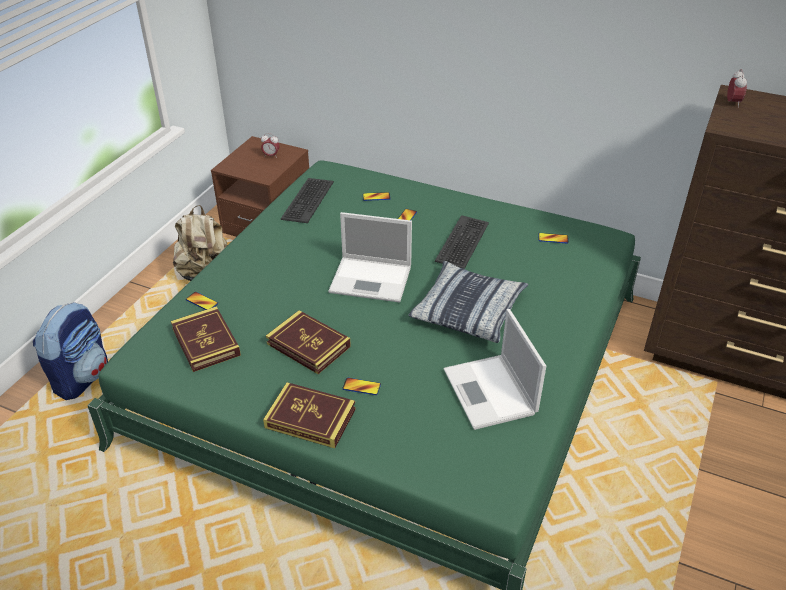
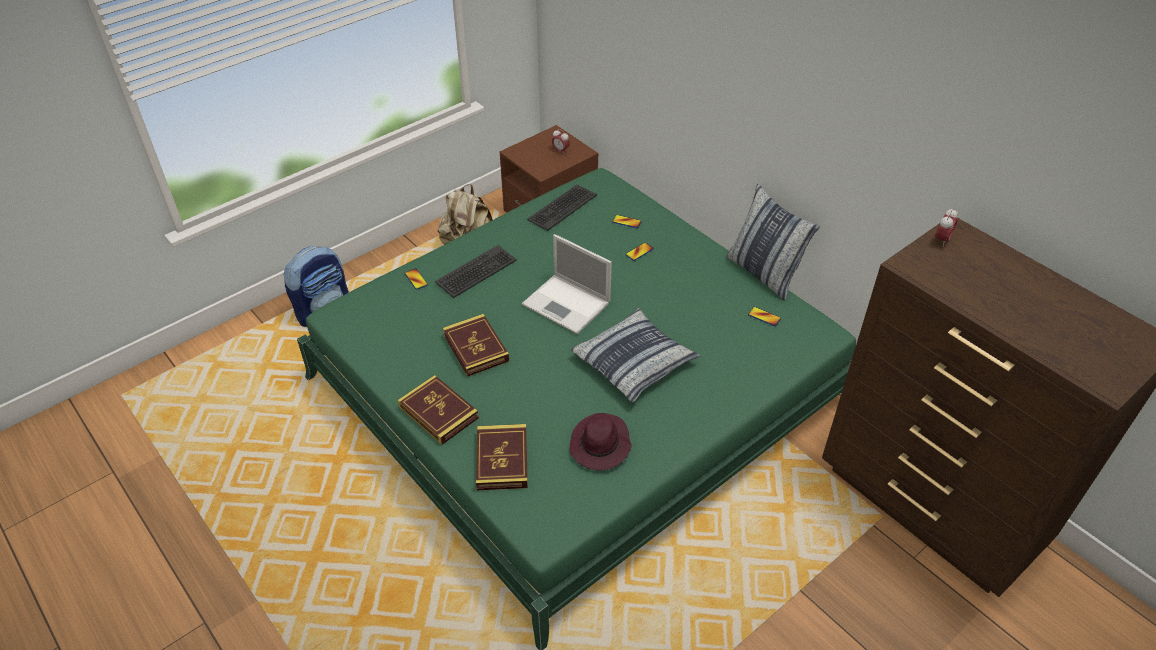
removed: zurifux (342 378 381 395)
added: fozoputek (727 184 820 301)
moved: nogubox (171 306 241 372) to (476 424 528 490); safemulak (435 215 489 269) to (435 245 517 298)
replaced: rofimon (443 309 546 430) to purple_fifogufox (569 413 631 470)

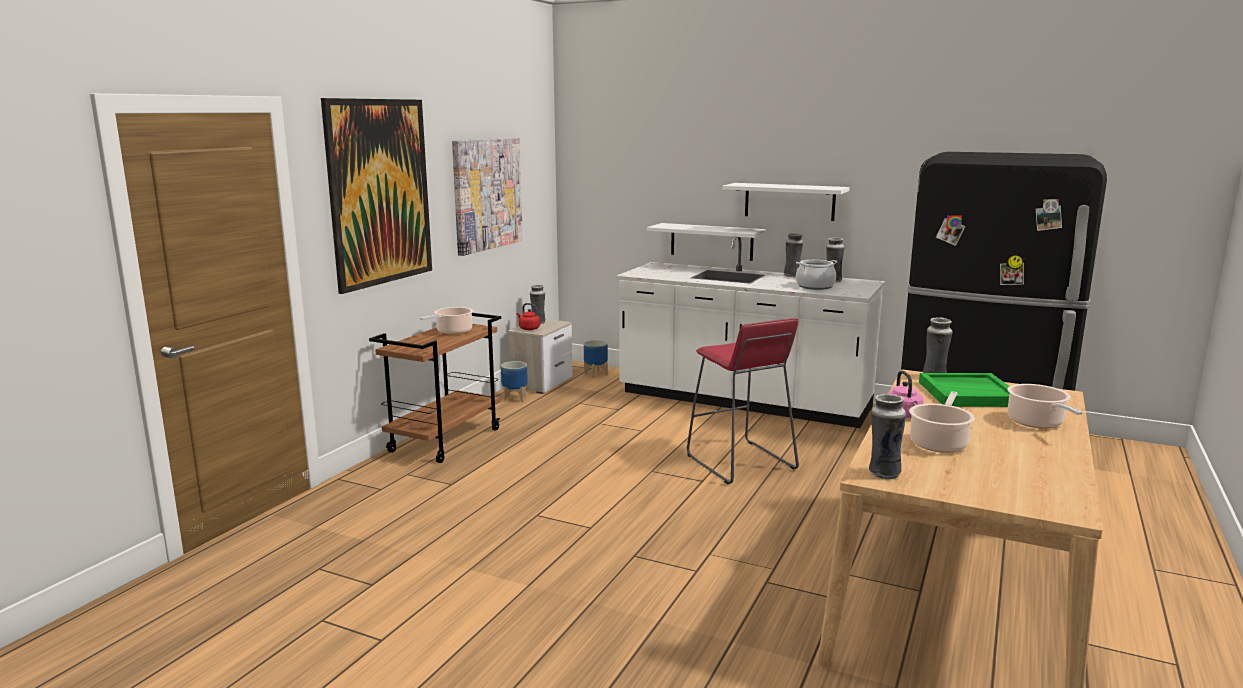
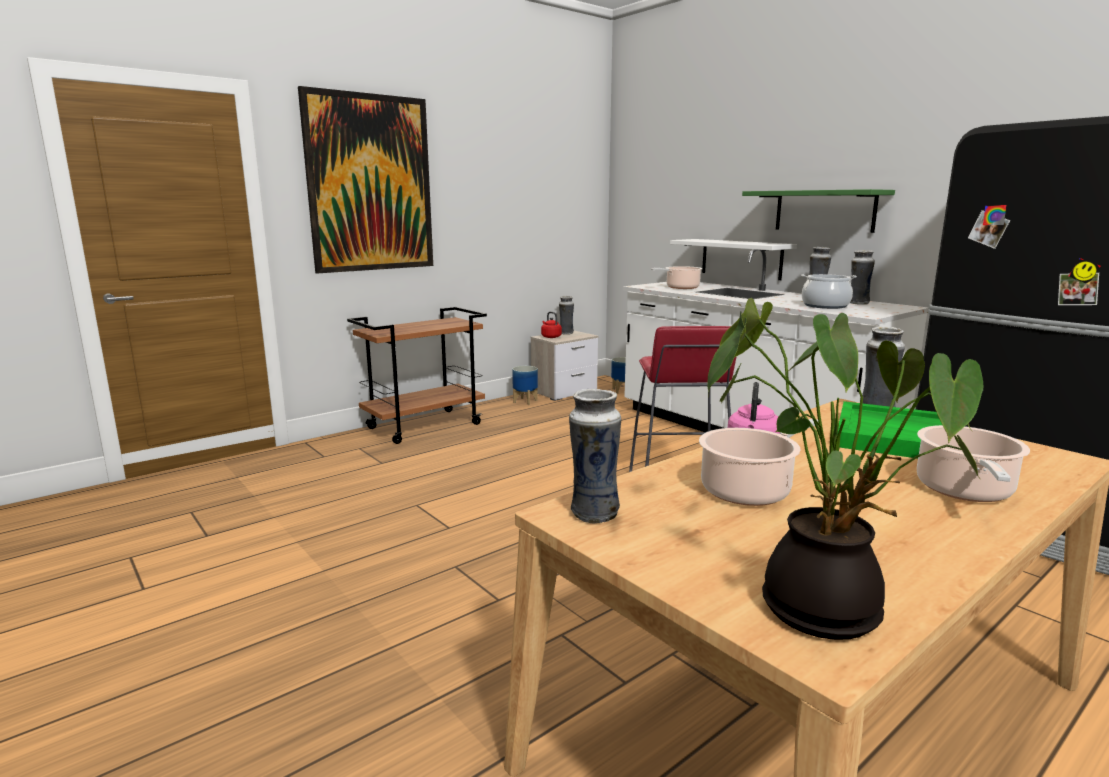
removed: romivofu (452 138 523 256)
added: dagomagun (707 298 983 640)
moved: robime (420 307 473 335) to (651 266 703 289)
recoloured: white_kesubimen (722 183 850 221) to green_kesubimen (742 189 895 233)

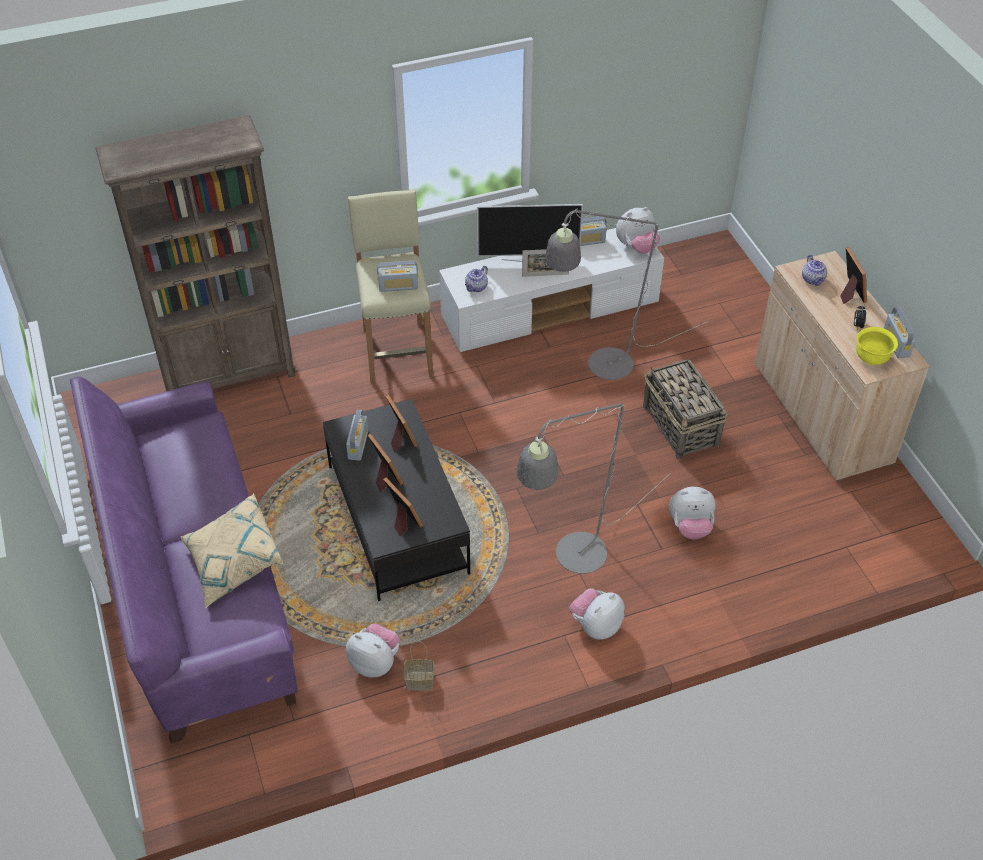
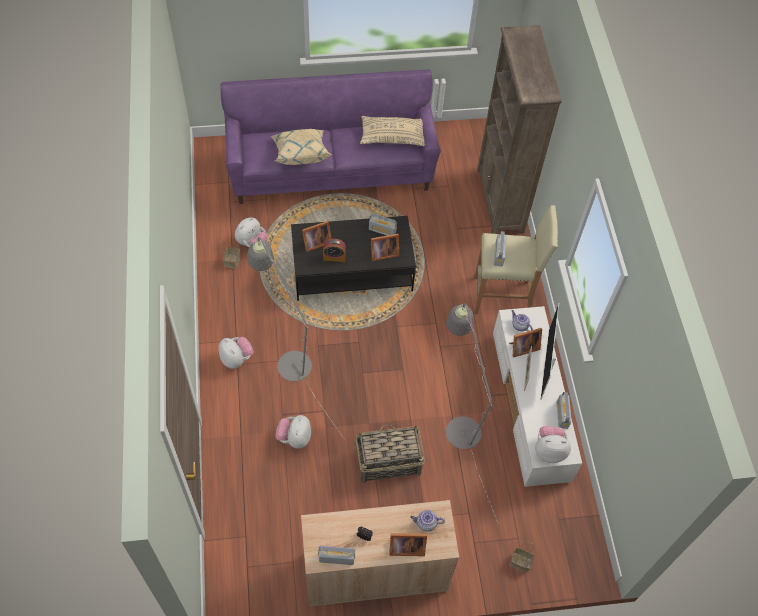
removed: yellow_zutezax (856 327 898 365)
added: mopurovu (323 239 346 262); beige_fozoputek (360 116 425 146); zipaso (510 541 534 572)
moved: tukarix (368 433 404 492) to (509 328 542 358)
turned: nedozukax (616 207 660 254) = (535 426 571 463) 105 degrees clockwise

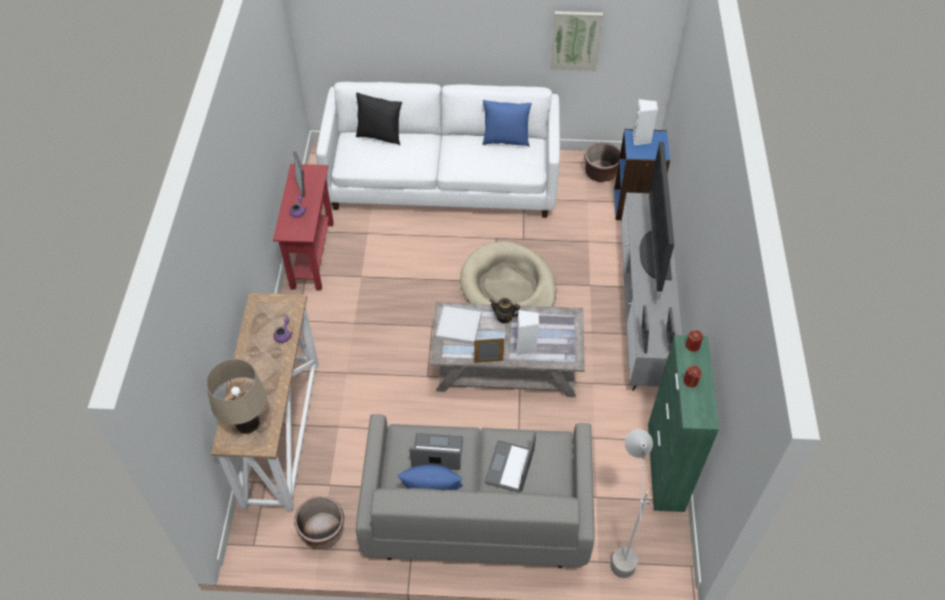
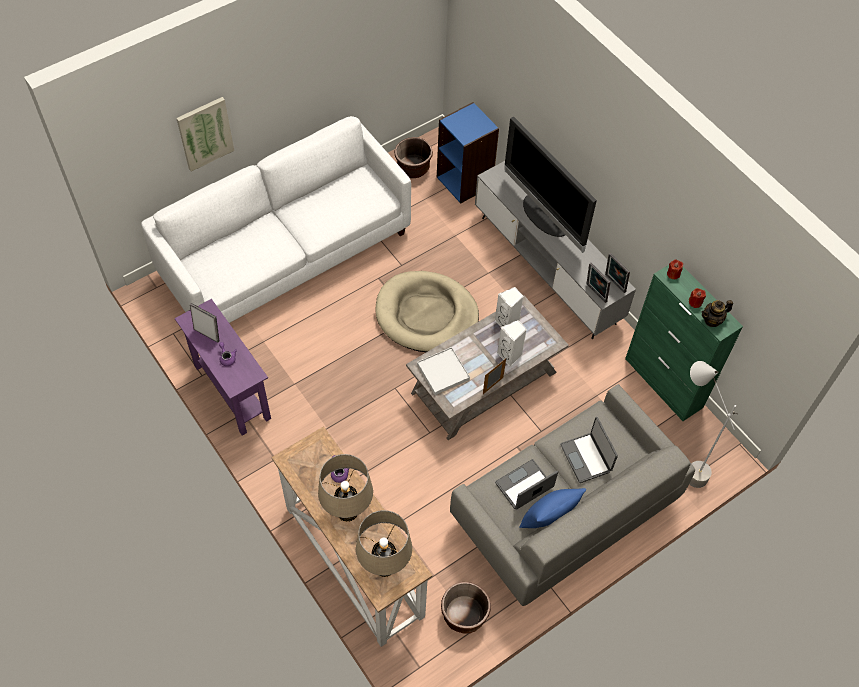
removed: black_fozoputek (356 92 402 145); blue_fozoputek (483 100 532 147)
added: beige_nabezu (318 454 373 522)
moved: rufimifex (490 298 520 323) to (702 300 733 327); romivofu (550 11 603 71) to (176 97 234 171); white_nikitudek (633 99 658 145) to (495 287 524 327)
recoloured: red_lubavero (273 164 334 291) to purple_lubavero (175 299 271 436)

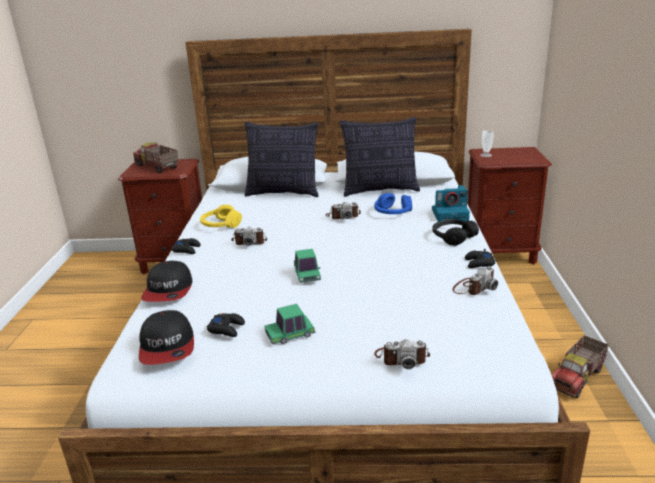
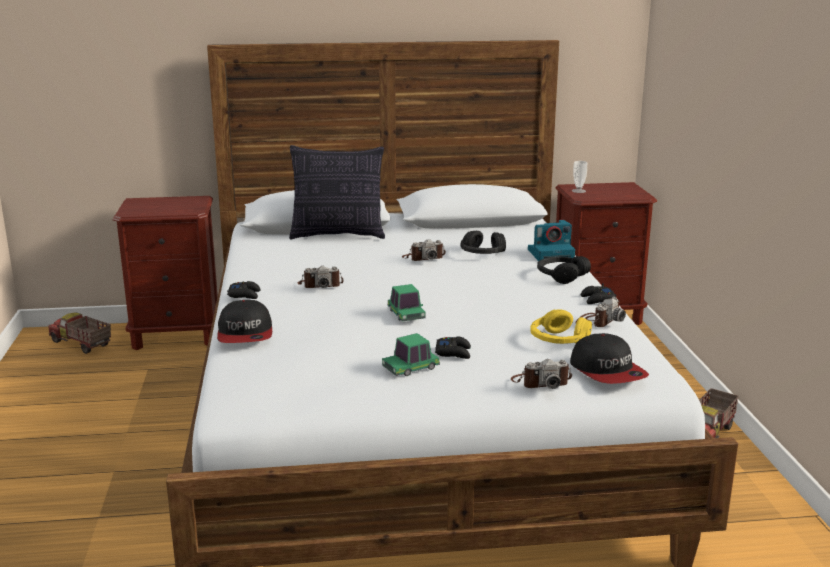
removed: fozoputek (340 117 420 196)
moved: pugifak (133 142 178 173) to (48 312 111 354); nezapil (139 310 194 365) to (570 333 649 384); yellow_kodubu (200 205 242 228) to (530 309 592 344); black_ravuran (207 313 245 337) to (435 336 471 359)
recoloured: blue_kodubu (374 193 412 214) to black_kodubu (461 231 506 254)

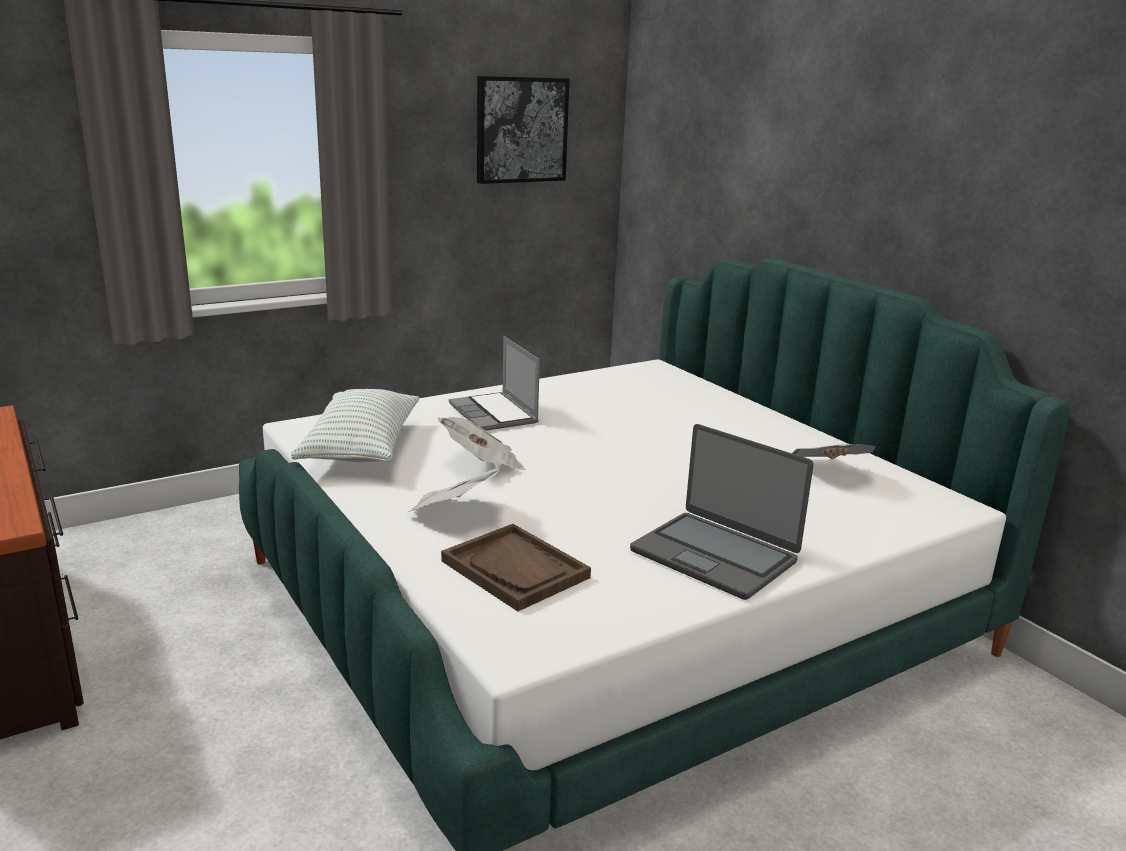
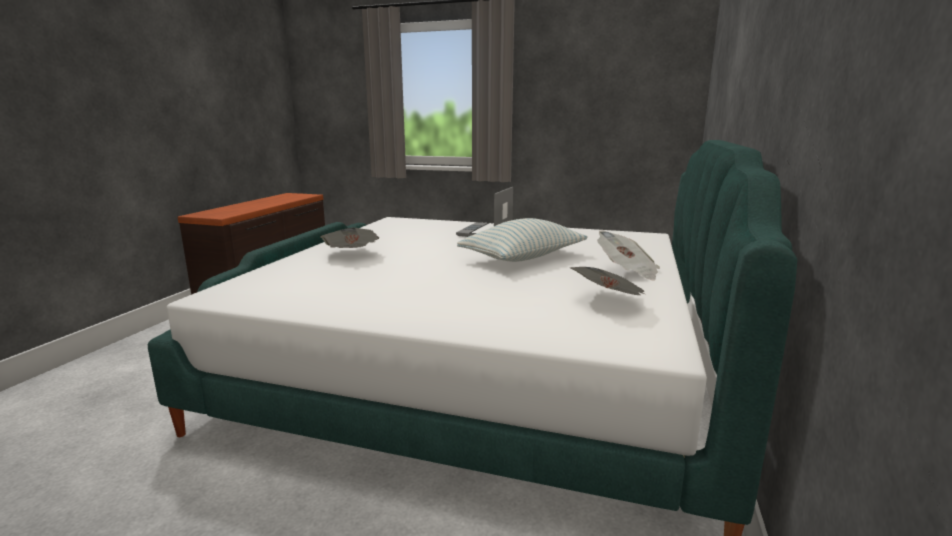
removed: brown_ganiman (441 524 591 611); romivofu (477 76 569 184); rofimon (630 424 814 600)
moved: fozoputek (291 389 420 462) to (457 218 588 262); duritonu (438 417 526 470) to (597 230 660 281)

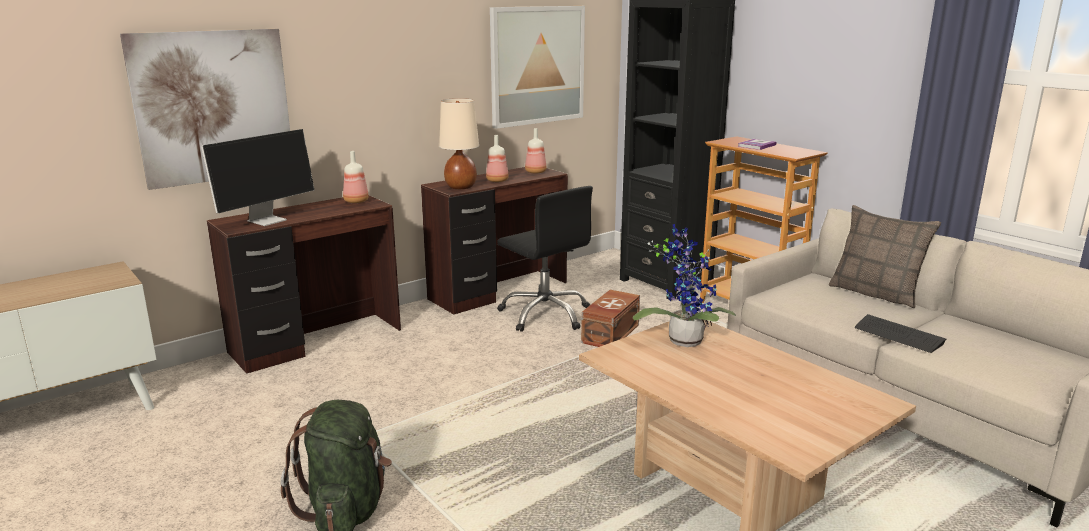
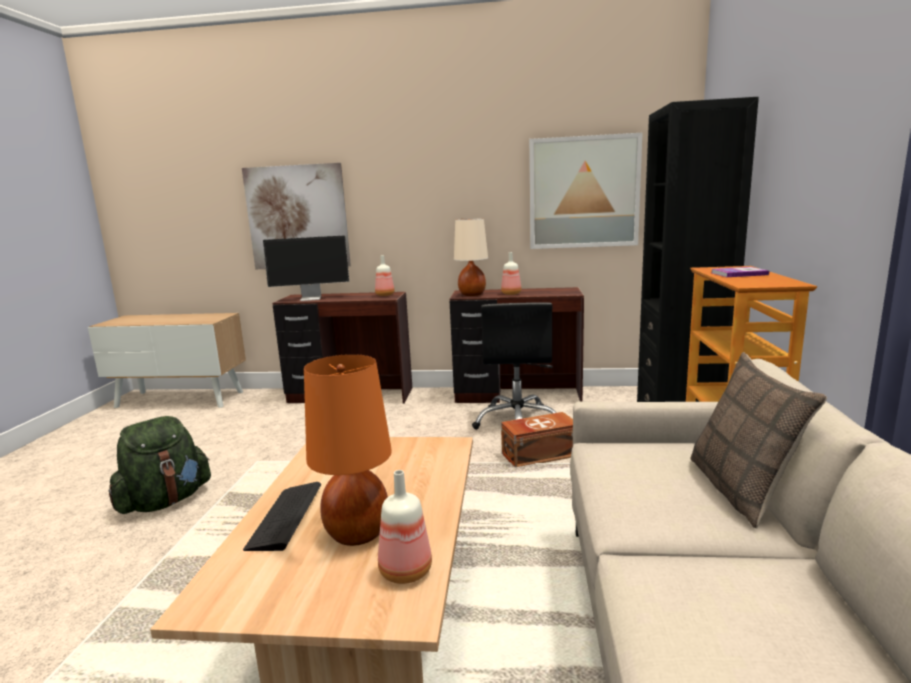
removed: dagomagun (633 224 736 347)
added: orange_nabezu (304 354 392 546)
moved: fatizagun (525 128 546 174) to (378 470 432 584); safemulak (855 314 946 353) to (243 482 321 551)

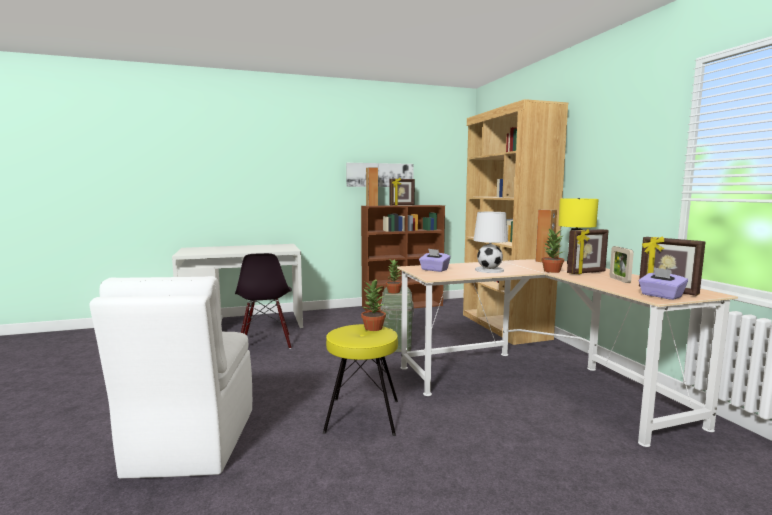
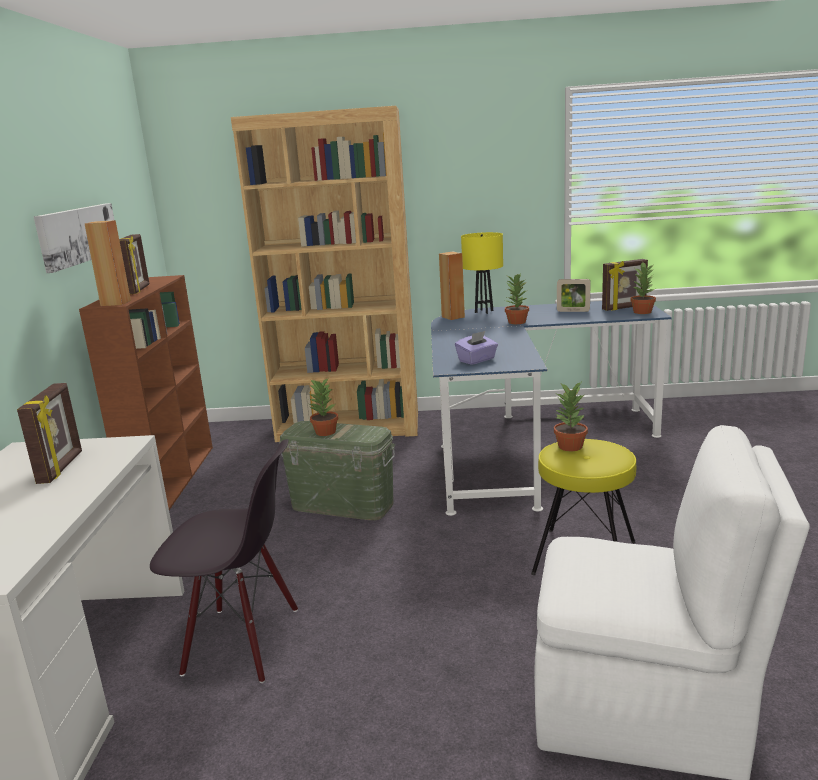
removed: white_nabezu (474 212 508 273)
moved: tukarix (567 229 609 274) to (17 383 82 484)
replaced: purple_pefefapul (639 267 688 300) to dagomagun (630 262 656 314)
recoloured: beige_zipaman (397 260 738 447) to blue_zipaman (431 301 672 516)

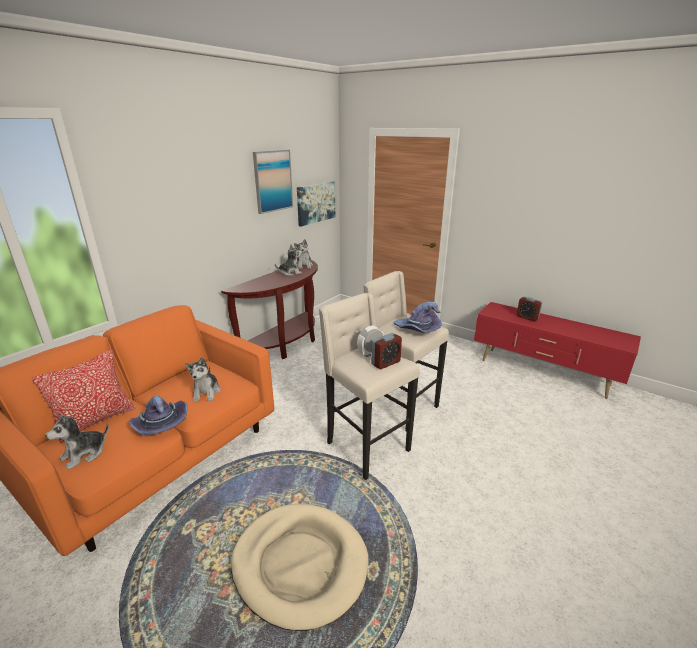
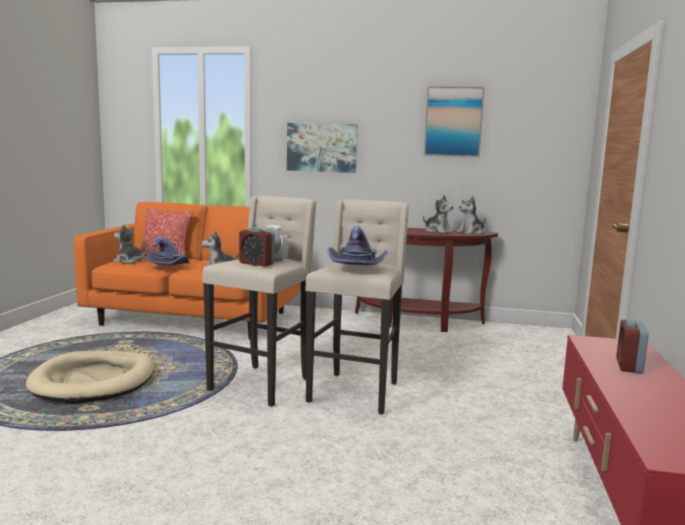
moved: romivofu (297 181 335 226) to (287 123 357 173)

